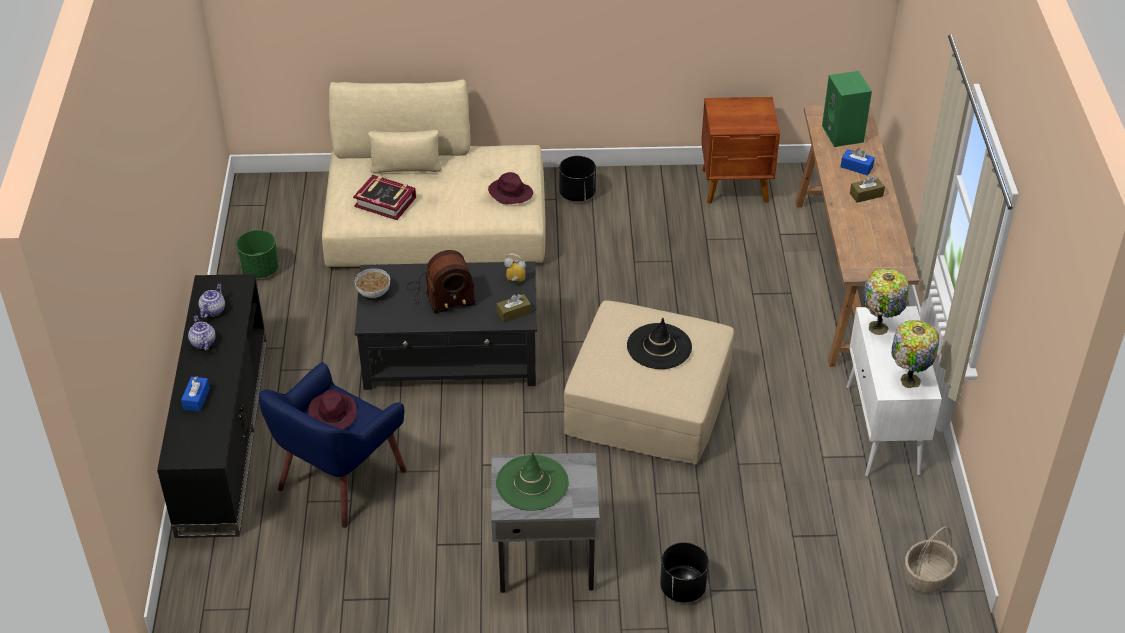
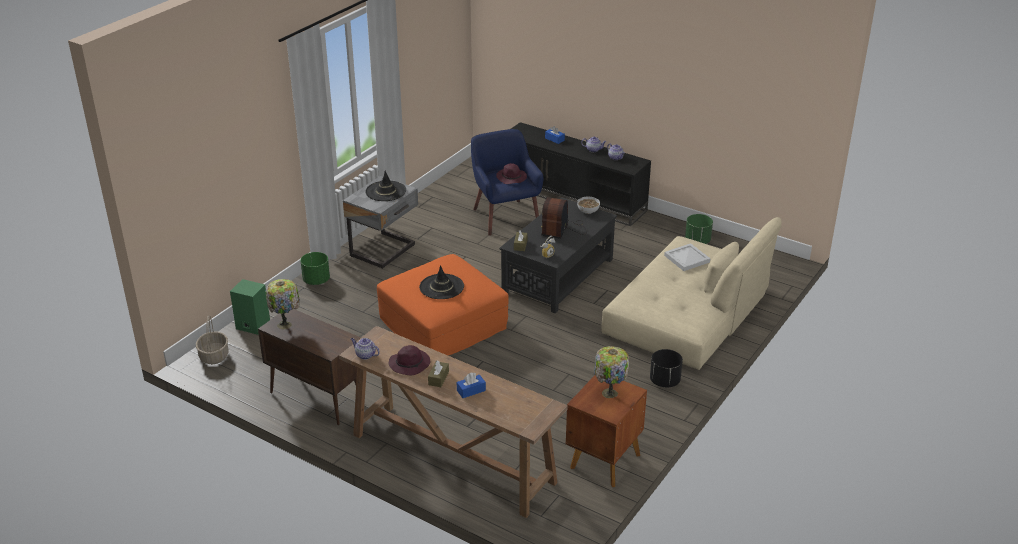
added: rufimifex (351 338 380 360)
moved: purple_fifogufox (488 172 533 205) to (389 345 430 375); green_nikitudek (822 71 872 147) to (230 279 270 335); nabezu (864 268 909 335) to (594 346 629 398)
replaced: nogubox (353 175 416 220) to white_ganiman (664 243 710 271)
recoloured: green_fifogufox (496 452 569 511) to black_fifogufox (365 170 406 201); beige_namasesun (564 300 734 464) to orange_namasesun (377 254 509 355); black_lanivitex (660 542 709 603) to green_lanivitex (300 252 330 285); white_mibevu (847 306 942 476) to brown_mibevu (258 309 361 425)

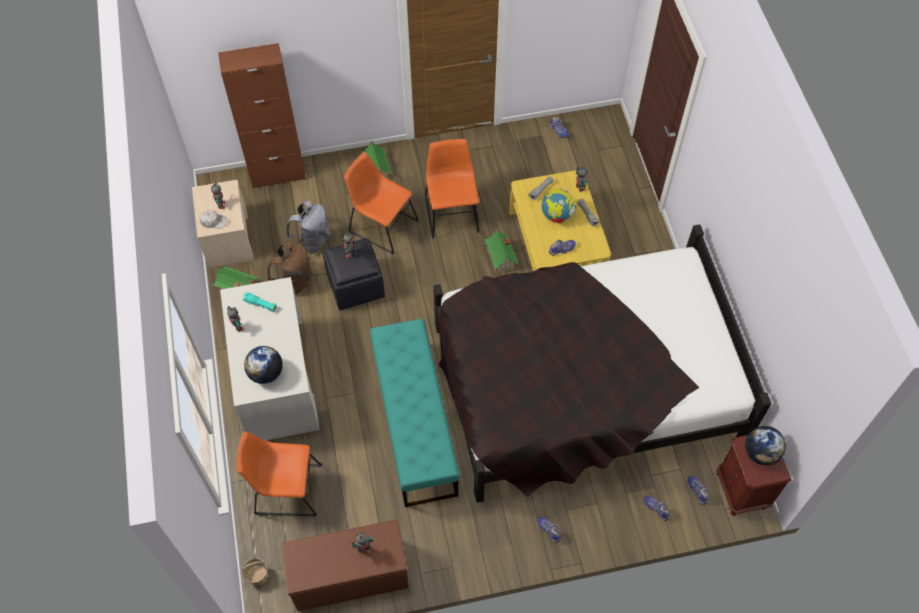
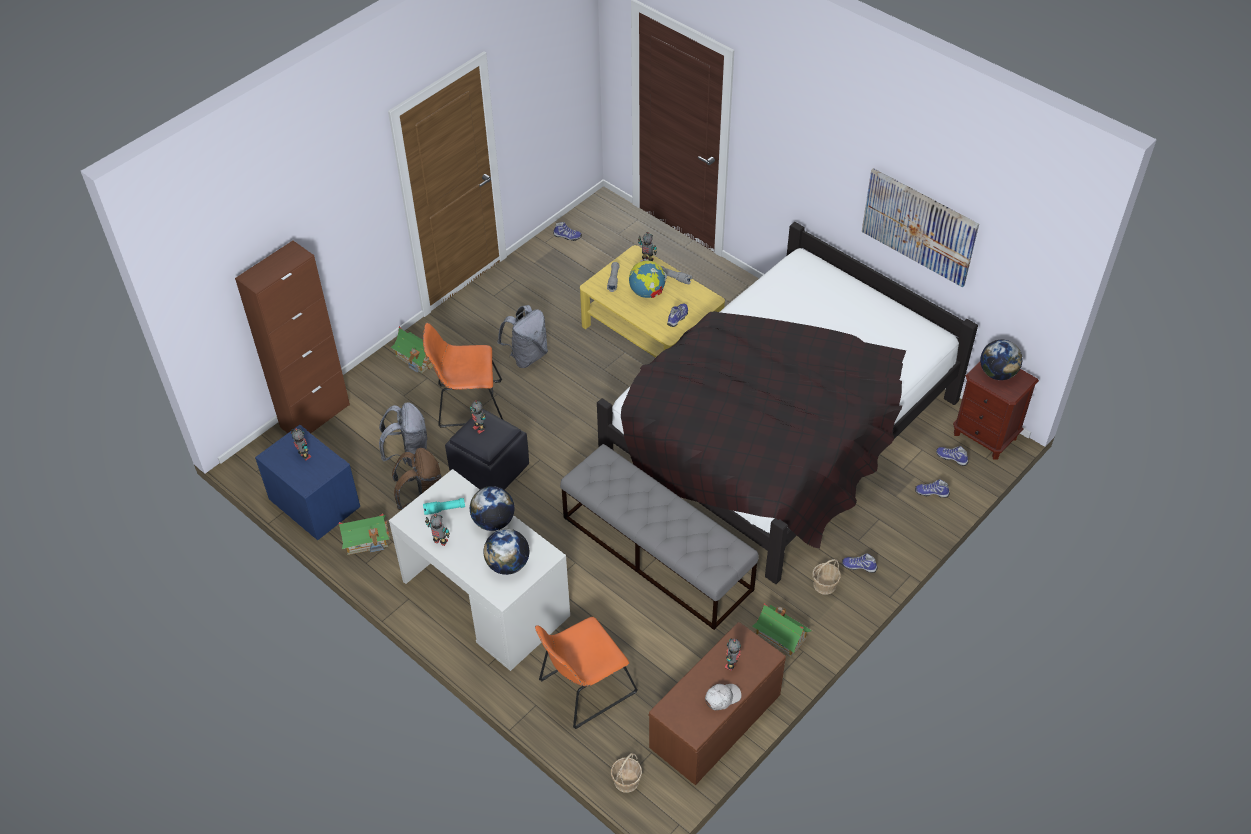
added: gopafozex (470 486 514 531); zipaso (812 559 841 595); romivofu (862 168 979 288)
moved: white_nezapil (200 211 228 229) to (705 684 742 710); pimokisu (484 229 518 273) to (752 603 812 657)
replaced: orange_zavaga (425 139 480 239) to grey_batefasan (497 305 548 368)
recoloured: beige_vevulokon (192 180 254 268) to blue_vevulokon (255 425 360 540); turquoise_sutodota (370 319 460 507) to grey_sutodota (560 444 759 630)

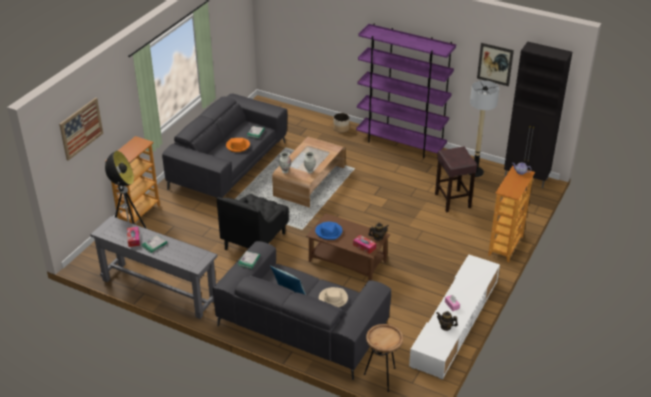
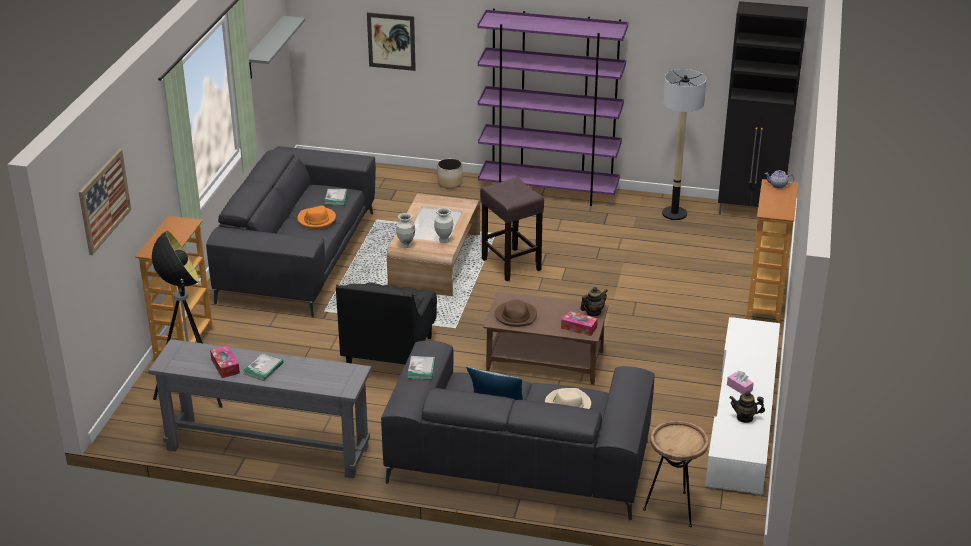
added: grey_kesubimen (249 16 305 79)
moved: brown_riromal (435 146 477 213) to (480 177 544 281); romivofu (477 43 514 86) to (367 12 416 71)
recoloured: blue_fifogufox (315 222 342 240) to brown_fifogufox (494 299 537 327)

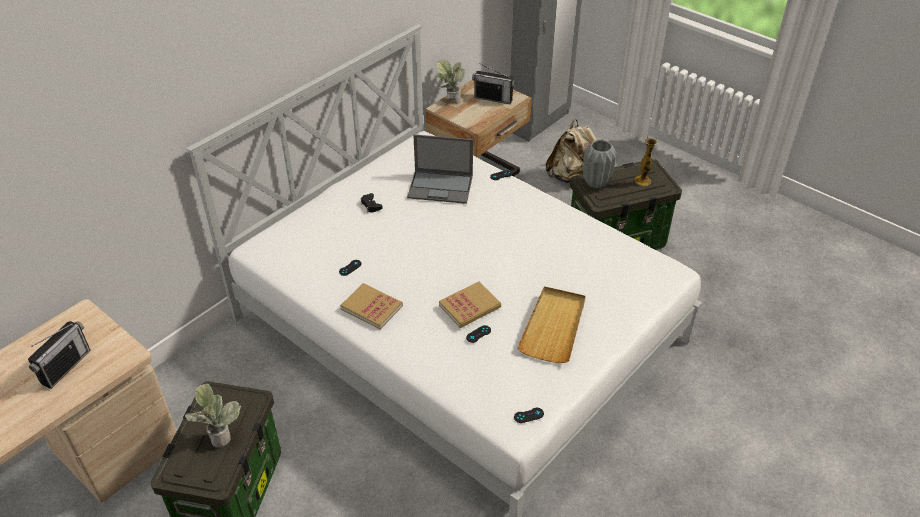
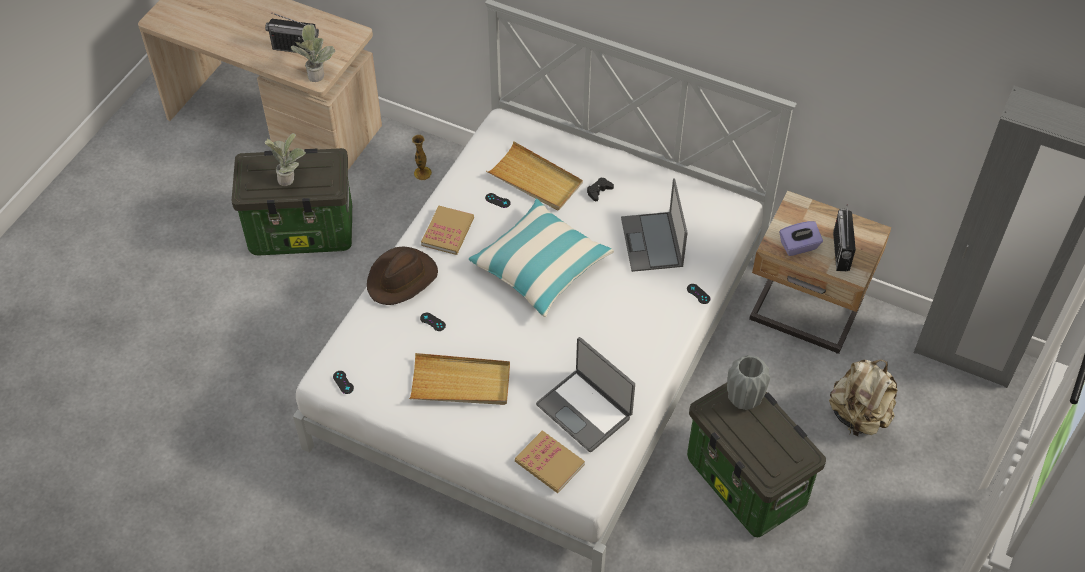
added: brown_fifogufox (367 246 438 305); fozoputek (469 199 614 317); beige_ganiman (486 141 583 210); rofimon (536 337 635 452); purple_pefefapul (780 221 823 256)
moved: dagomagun (436 59 466 104) to (291 24 335 82); nogubox (439 282 501 328) to (515 430 585 493); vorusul (634 138 657 186) to (412 135 432 180)

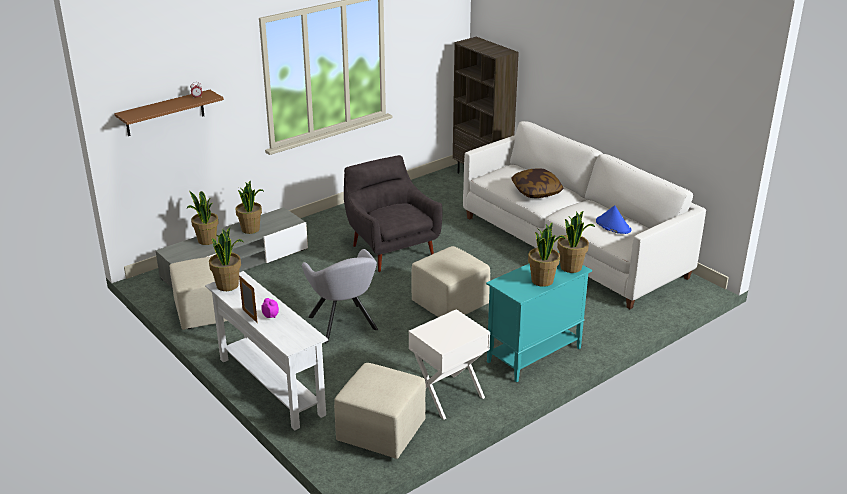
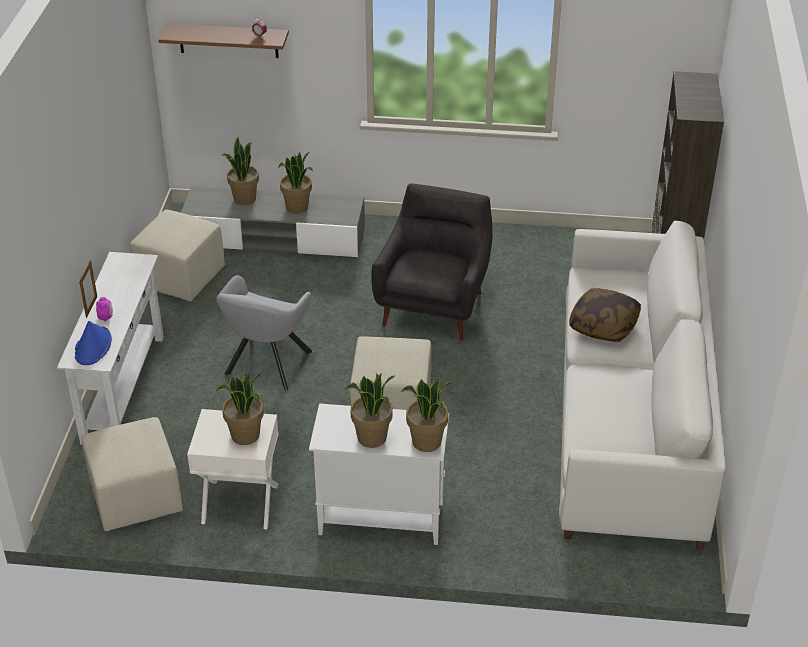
moved: dagomagun (209 227 243 291) to (216 372 264 445); blue_fifogufox (596 205 631 234) to (75 321 112 365)
recoloured: turquoise_mibevu (486 251 592 382) to white_mibevu (309 403 449 545)

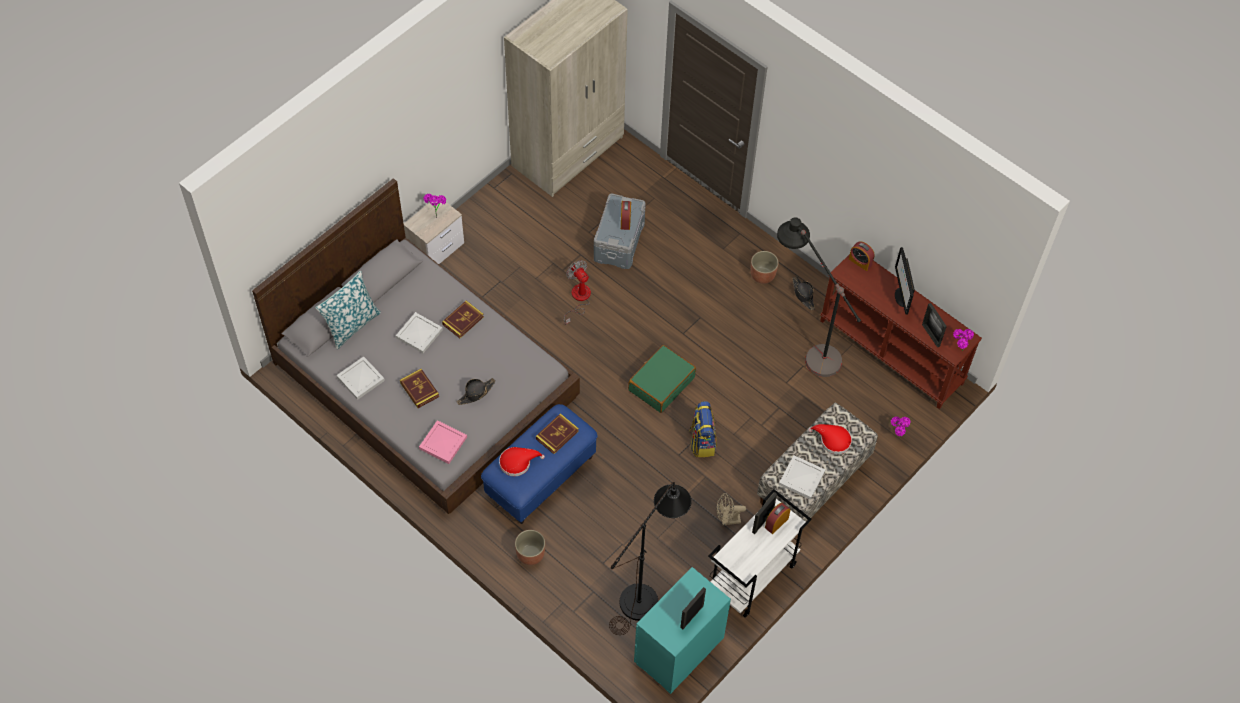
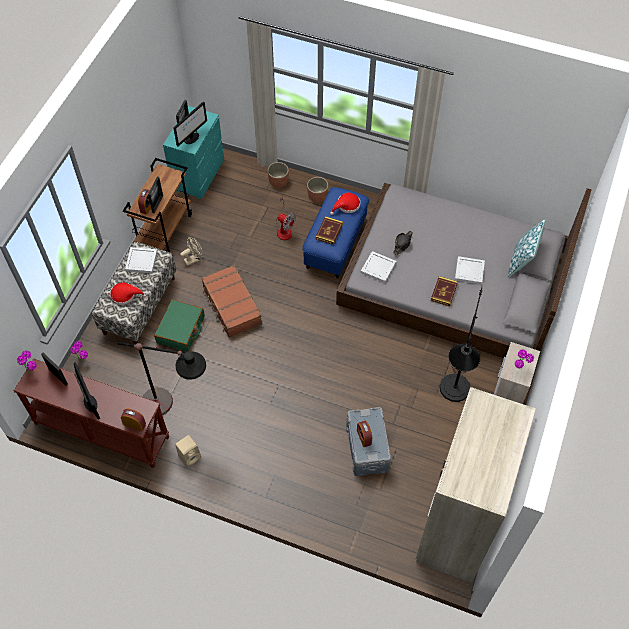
removed: nogubox (400 369 439 408); pink_ganiman (419 420 467 464)
added: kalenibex (173 101 207 146)
moved: white_ganiman (336 356 385 400) to (361 251 396 283); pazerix (564 260 591 325) to (275 196 296 240); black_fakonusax (609 482 692 635) to (440 288 482 402); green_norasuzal (628 345 696 413) to (154 299 205 352); lanivitex (751 251 779 284) to (268 162 289 188)
replaced: batefasan (689 401 717 457) to brown_norasuzal (201 265 262 338); black_fifogufox (792 276 815 310) to beige_nikitudek (175 435 201 467)
recoloured: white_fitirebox (708 489 812 618) to brown_fitirebox (123 158 192 252)

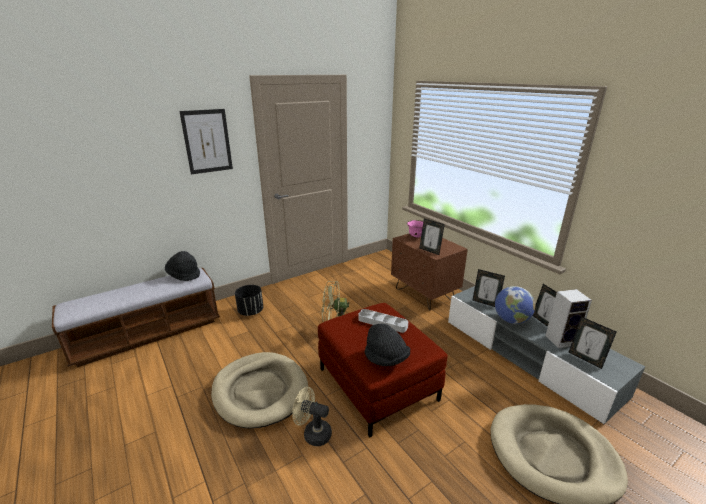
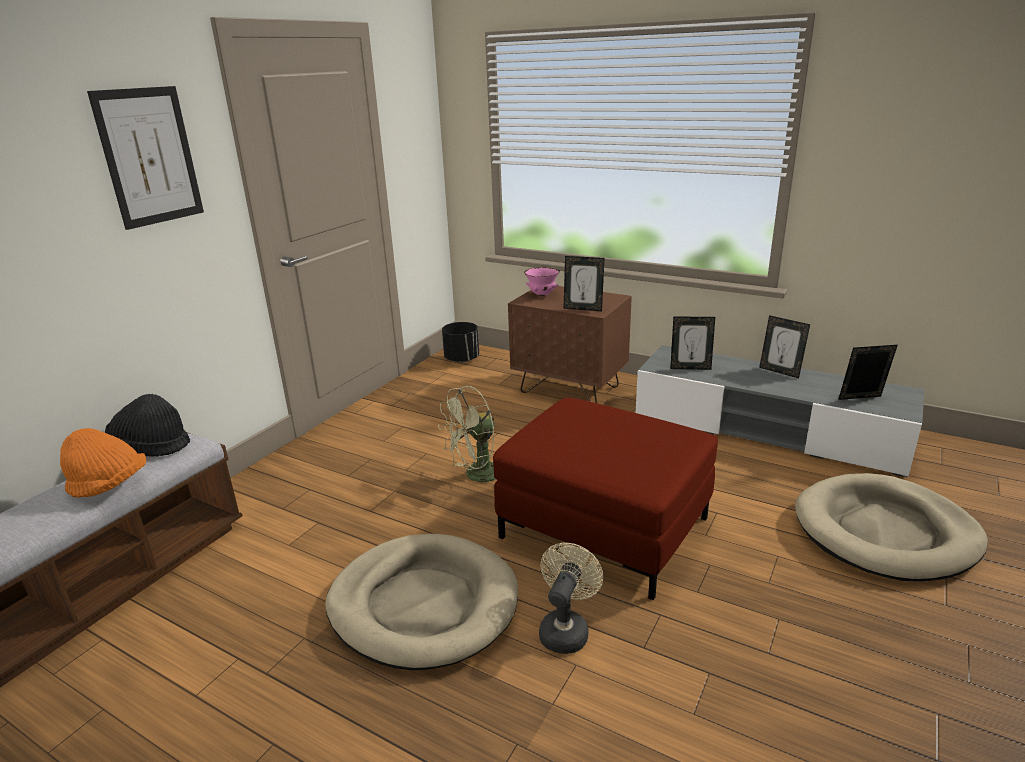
removed: grey_ganiman (359 309 408 333); black_fifogufox (365 324 410 366); gopafozex (495 286 535 324); nikitudek (545 289 592 348)
added: orange_fifogufox (60 428 146 498)
moved: black_lanivitex (235 285 263 316) to (442 322 479 363)
turned: beige_pazerix (292 387 332 446) = (539 543 603 654) 120 degrees clockwise; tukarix (568 317 616 369) = (838 345 898 400) 150 degrees clockwise

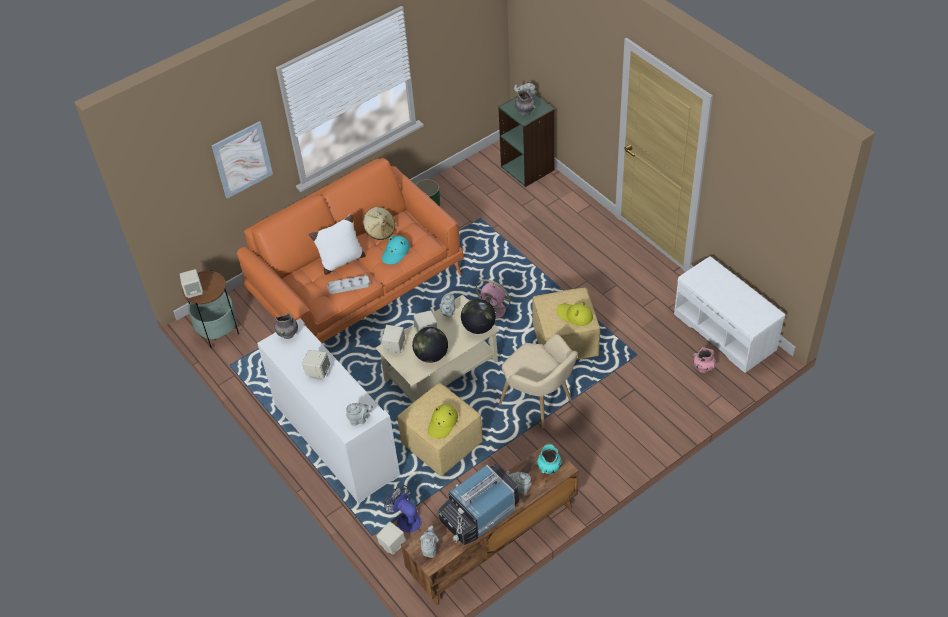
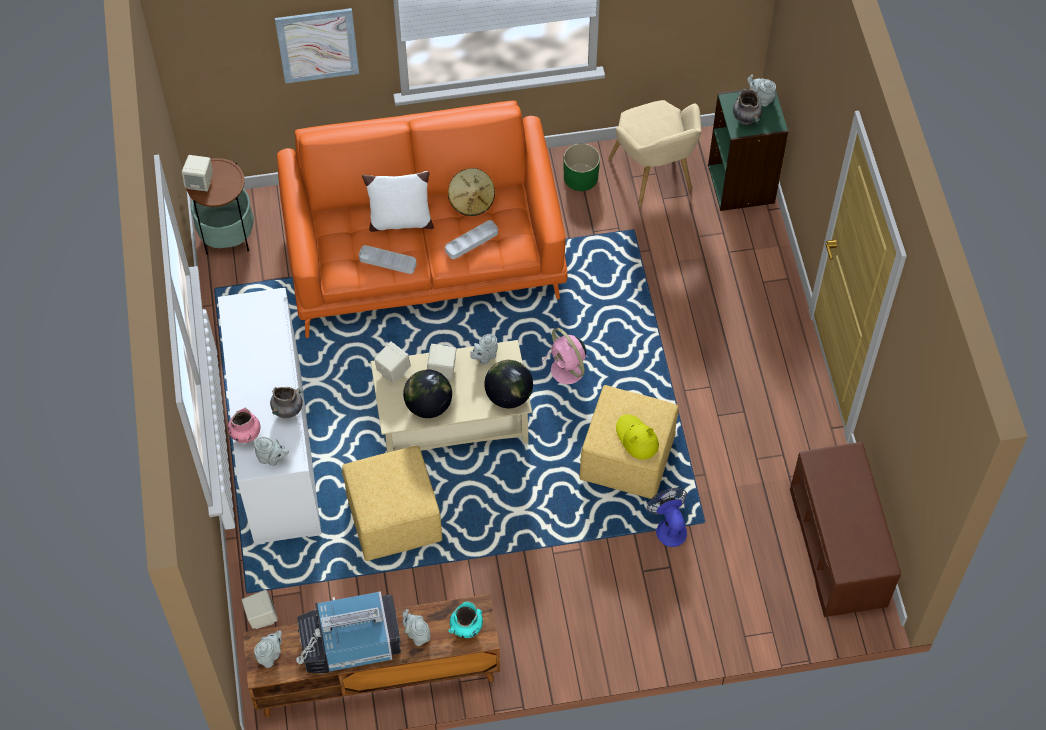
removed: beige_nikitudek (302 350 330 381); yellow_fifogufox (428 404 458 439)
moved: grey_vorusul (275 313 298 339) to (270 387 303 419); pazerix (384 485 422 532) to (647 488 687 547); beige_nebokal (499 334 578 429) to (608 100 702 206); pink_vorusul (693 347 716 373) to (228 408 261 443)
replaced: turquoise_fifogufox (382 236 410 264) to grey_ganiman (445 220 498 259)
recoloured: white_sutodota (674 256 785 373) to brown_sutodota (790 442 901 617)

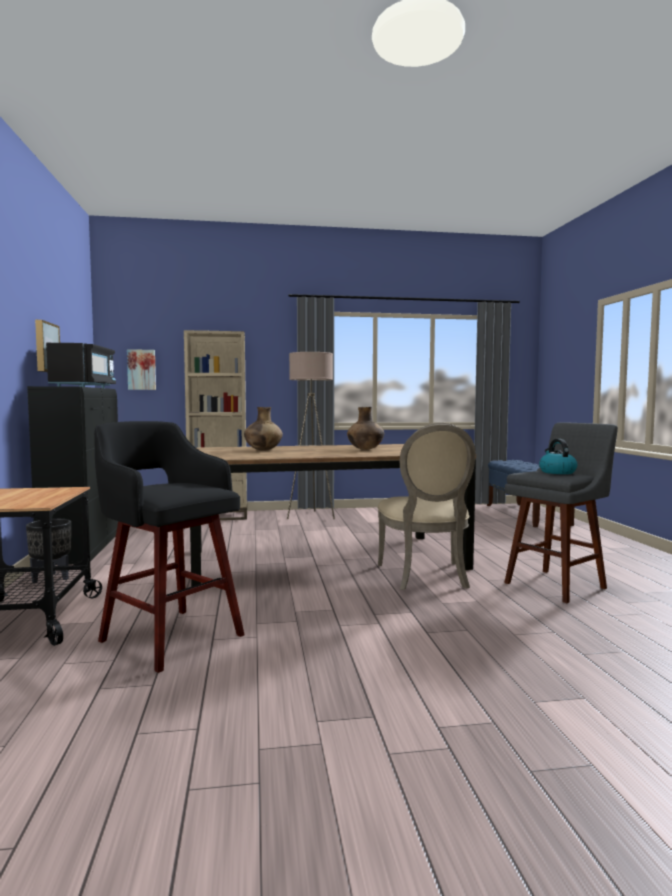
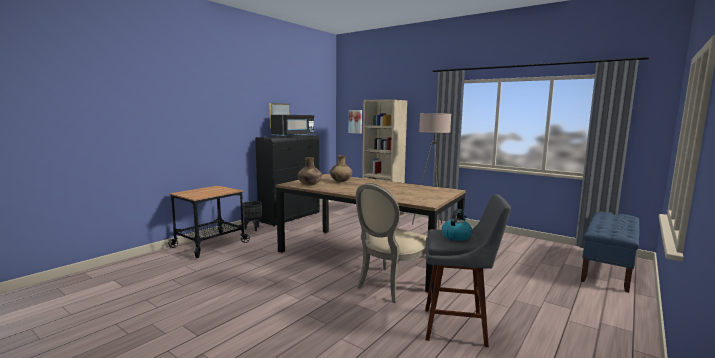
removed: black_riromal (94 421 245 673)
moved: brown_vorusul (347 407 384 450) to (298 157 322 186)

